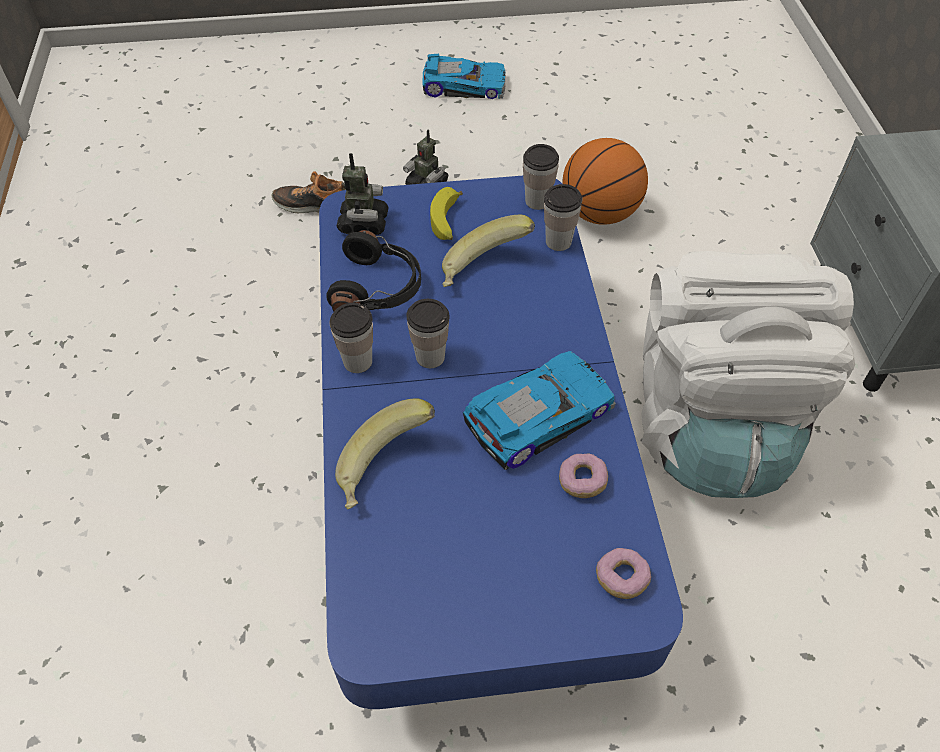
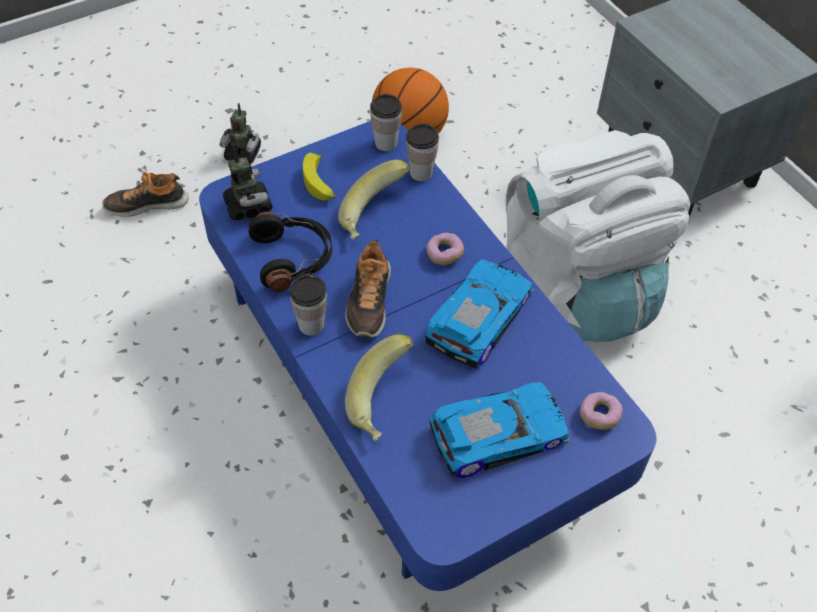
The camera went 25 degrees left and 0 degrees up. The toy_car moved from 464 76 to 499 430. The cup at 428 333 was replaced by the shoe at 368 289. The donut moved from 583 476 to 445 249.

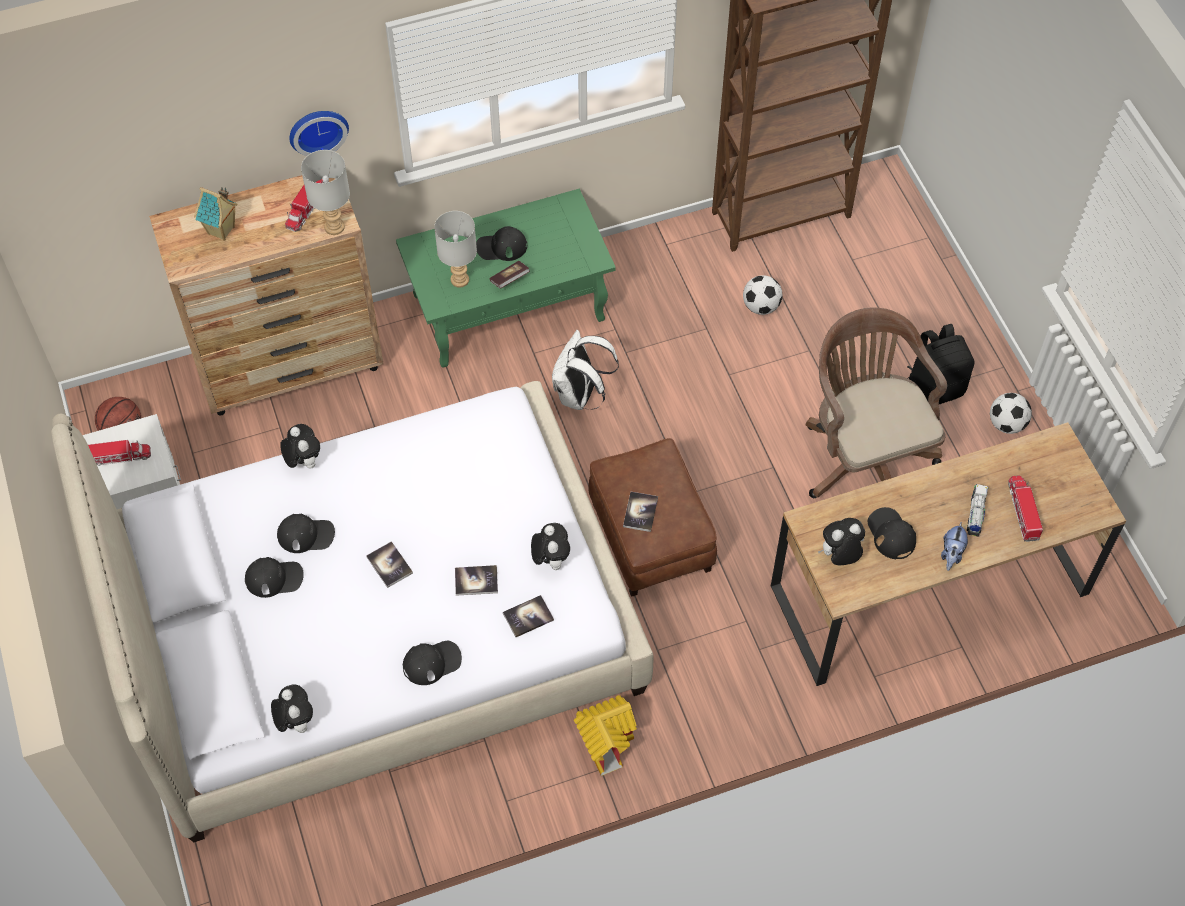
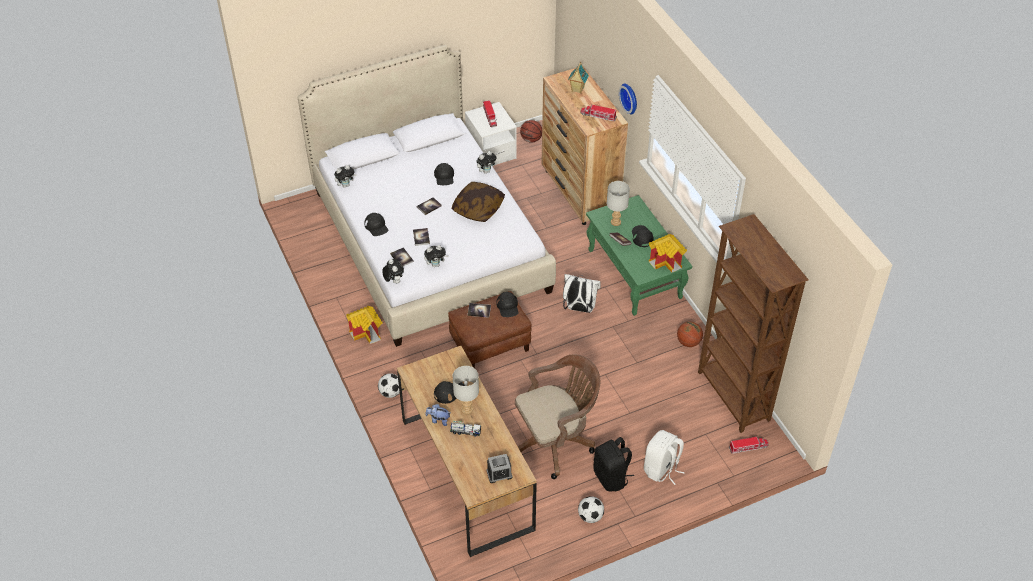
The camera went 85 degrees right and 10 degrees down. The grey_table_lamp moved from 325 192 to 465 390. The football moved from 762 295 to 389 385. The toy_truck moved from 1025 508 to 749 445. The plush_toy moved from 841 541 to 393 271. The black_cap moved from 274 577 to 507 304. The pillow at 478 202 appeared. The toy_house at 668 253 appeared. The basketball at 690 334 appeared. The white_backpack at 664 457 appeared. The alarm_clock at 499 468 appeared.

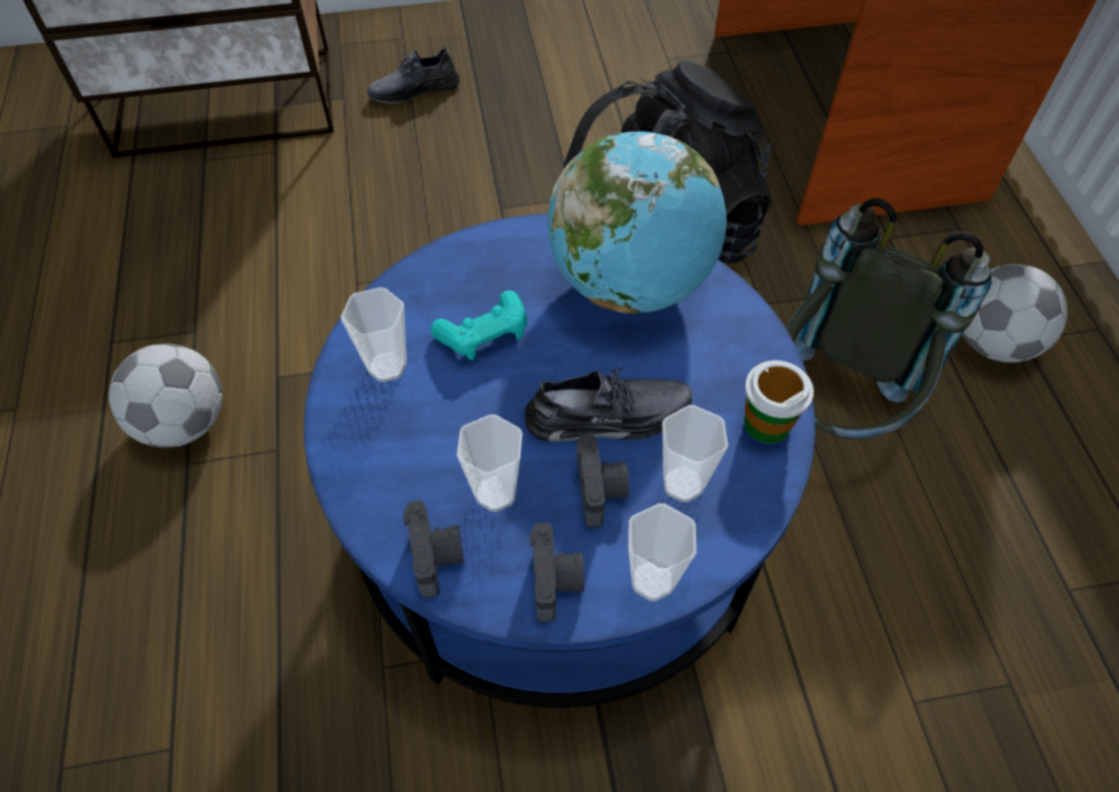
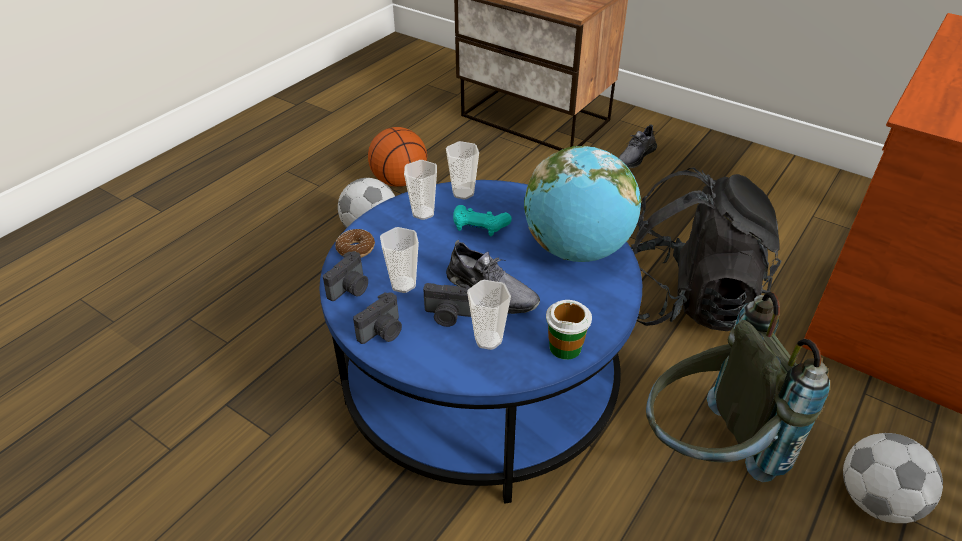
The camera went 45 degrees right and 15 degrees down. The grey_shoe at 413 75 turned 75 degrees counterclockwise. The photo_camera at 602 481 turned 60 degrees clockwise. The cup moved from 662 552 to 462 170. The basketball at 397 157 appeared. The donut at 355 243 appeared.

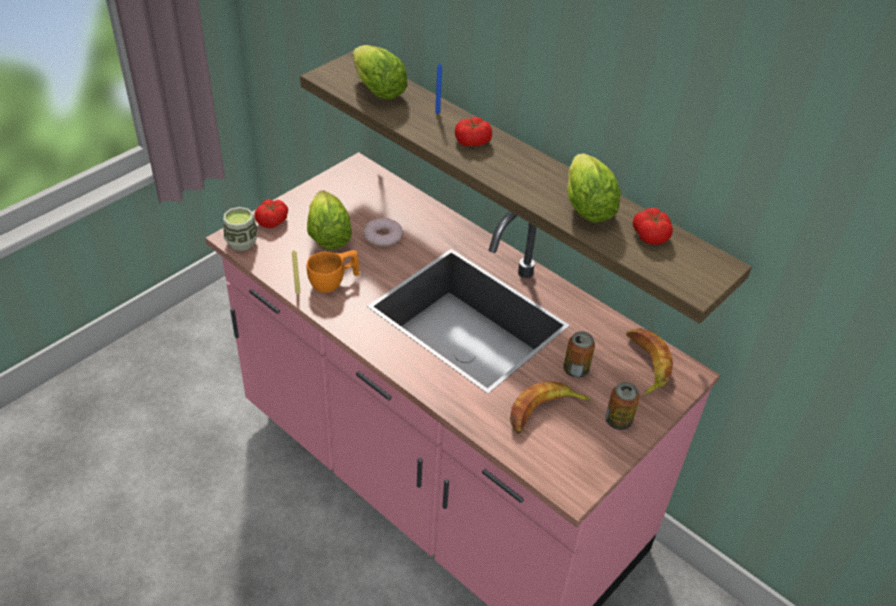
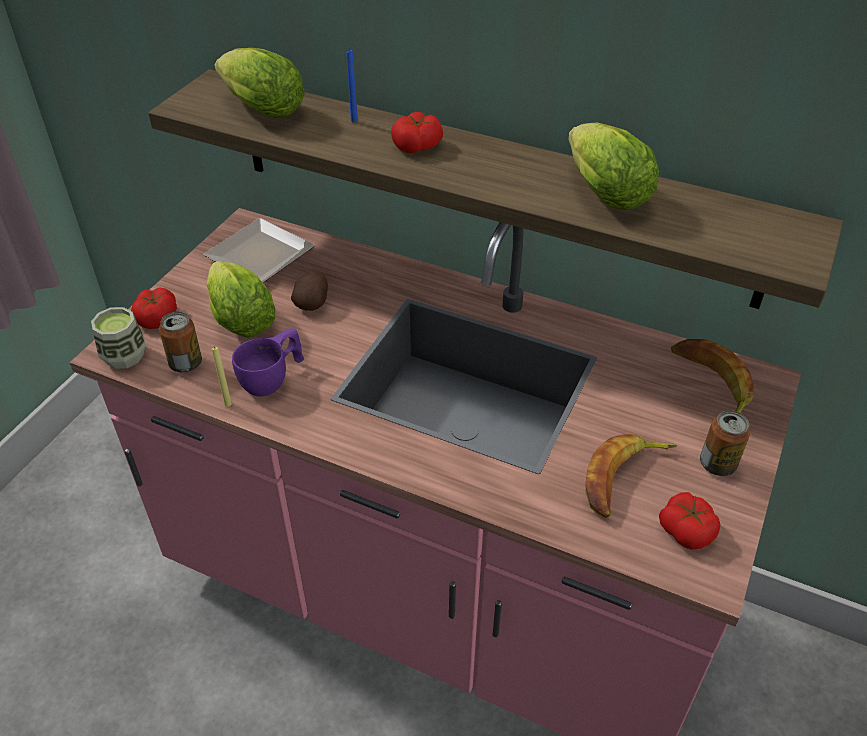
The camera went 15 degrees left and 0 degrees up. The tomato moved from 653 226 to 689 521. The donut at 383 232 was replaced by the potato at 309 291. The orange_cup at 333 271 became the purple_cup at 268 362. The can moved from 579 354 to 180 342. The plate at 259 250 appeared.

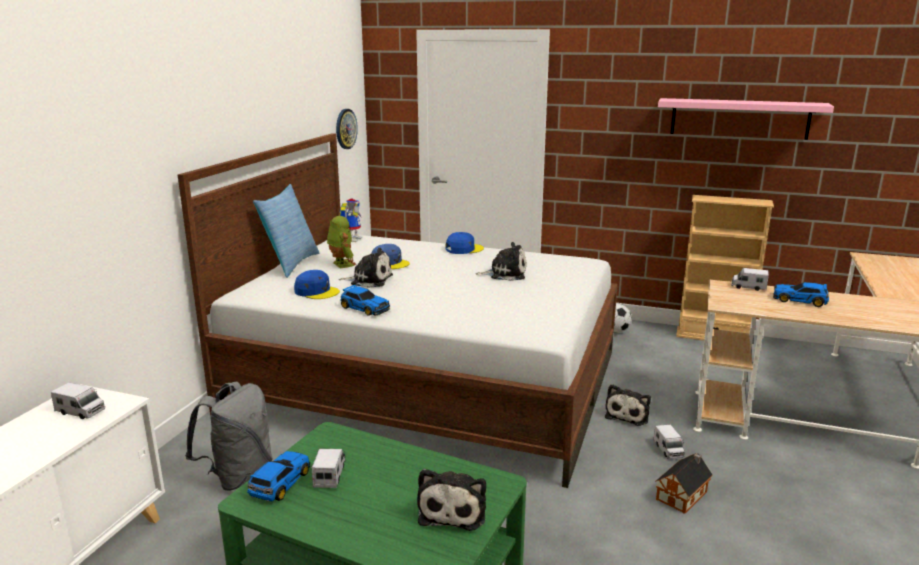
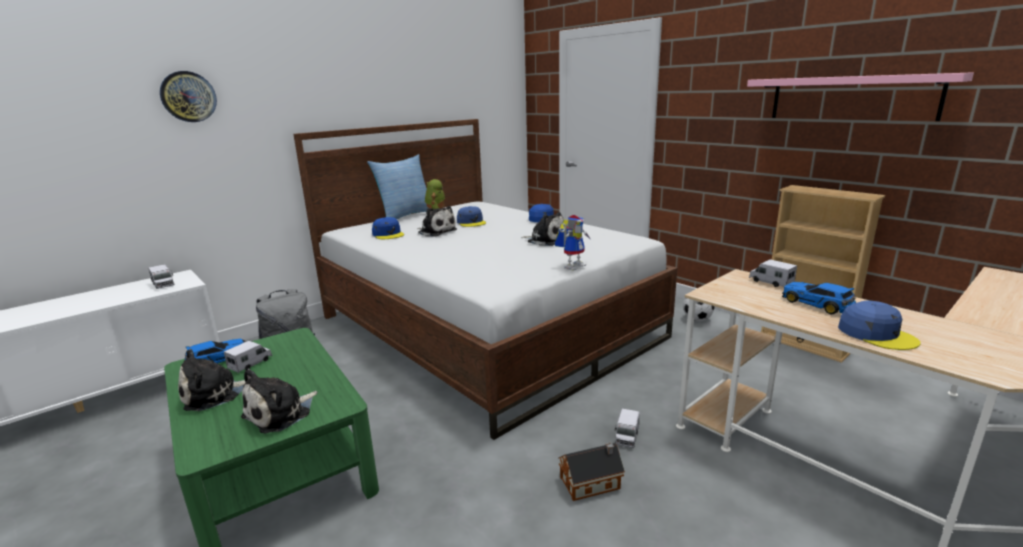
The camera went 30 degrees right and 0 degrees up. The wall_clock moved from 347 129 to 188 96. The toy_robot moved from 350 220 to 573 243. The toy_car at 365 300 disappeared. The plush_toy moved from 628 405 to 211 380. The blue_cap at 879 325 appeared.

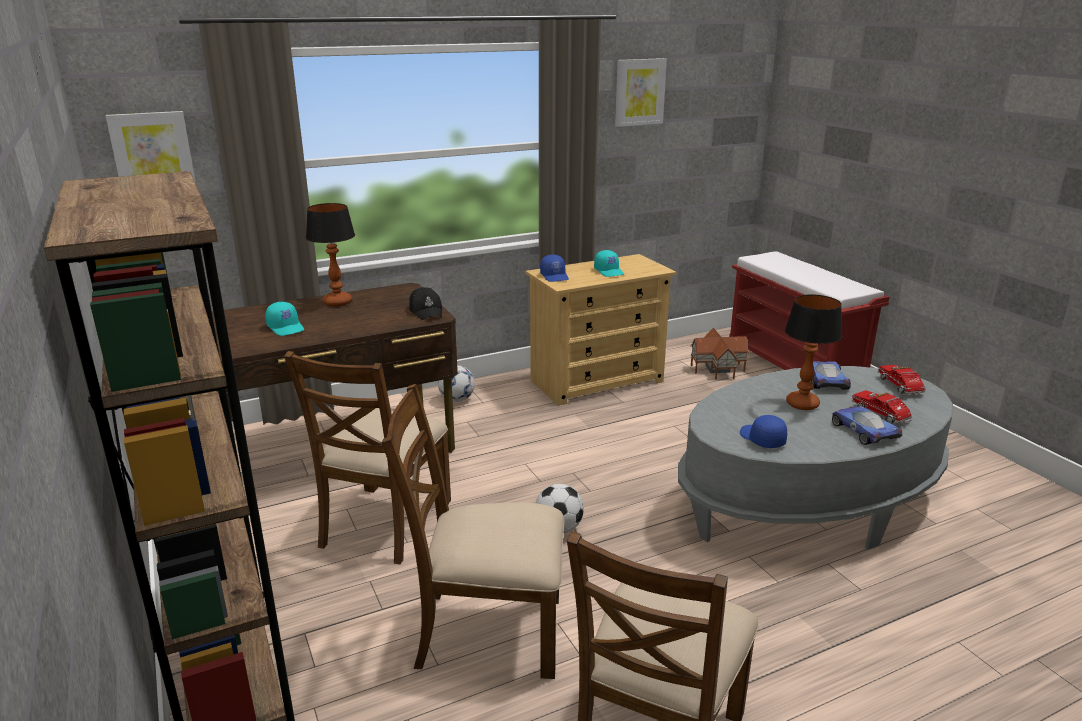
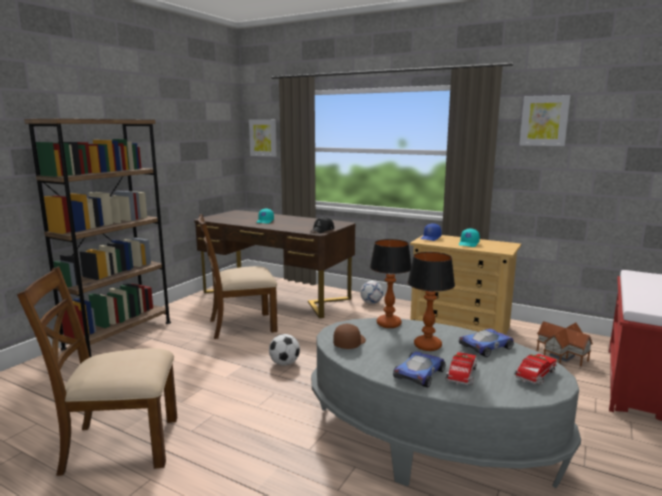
The camera went 55 degrees right and 10 degrees down. The table_lamp moved from 330 254 to 390 283. The brown_chair at 473 531 disappeared. The blue_cap at 763 431 became the brown_cap at 349 336.

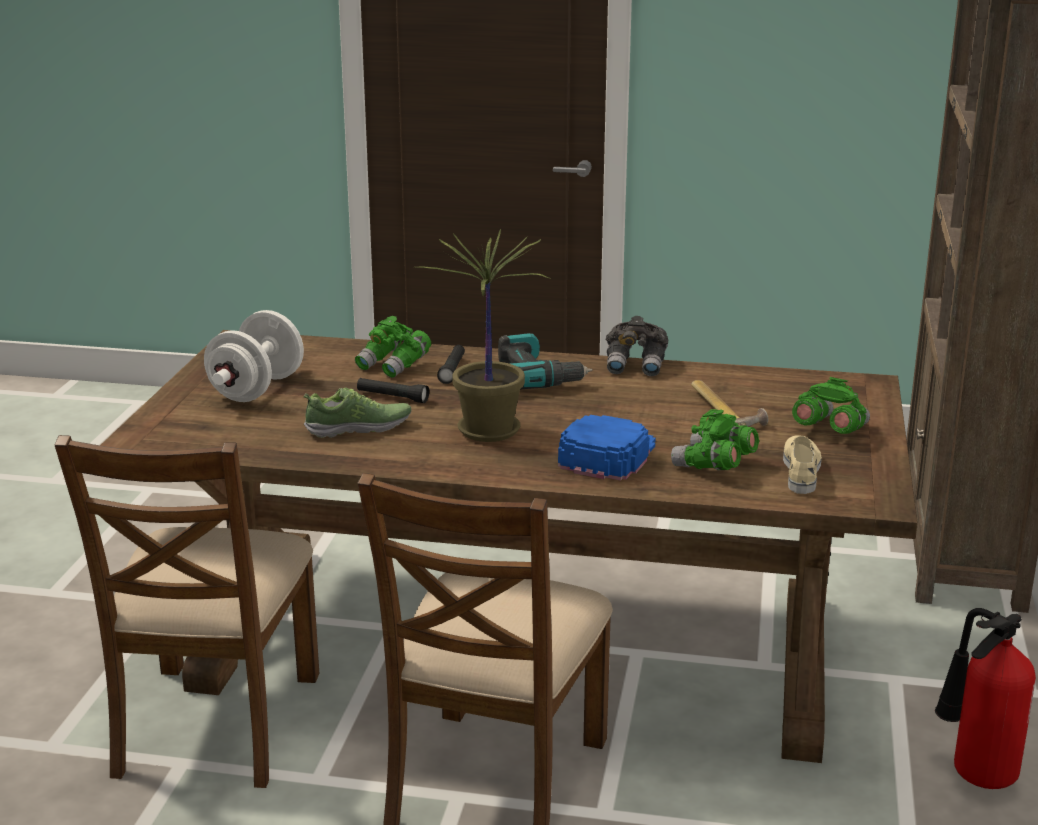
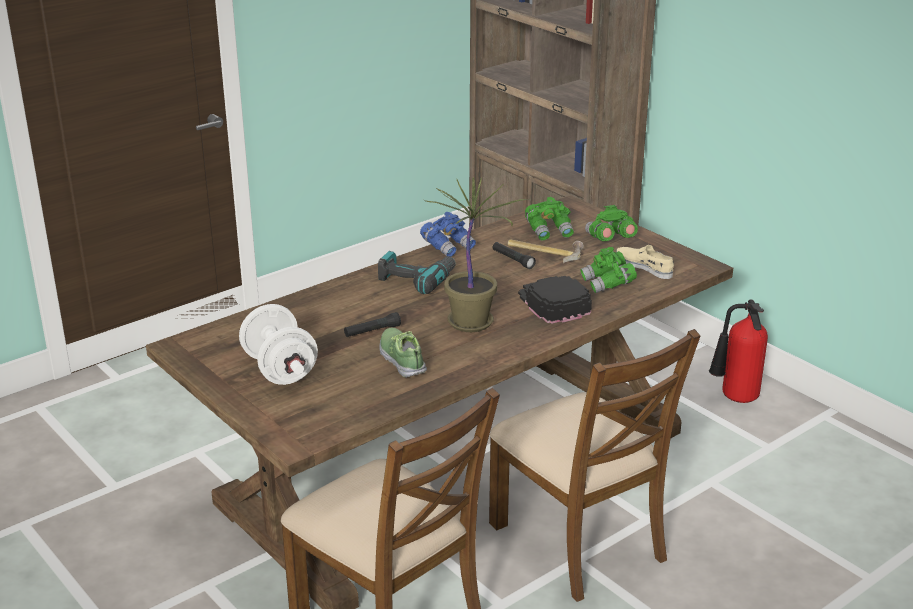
The camera went 50 degrees left and 5 degrees up. The green_binoculars moved from 393 347 to 549 219. The grey_binoculars at 637 346 became the blue_binoculars at 448 234. The black_flashlight moved from 451 364 to 514 255. The shoe at 357 413 turned 45 degrees counterclockwise. The blue_cap at 607 448 became the black_cap at 555 300.

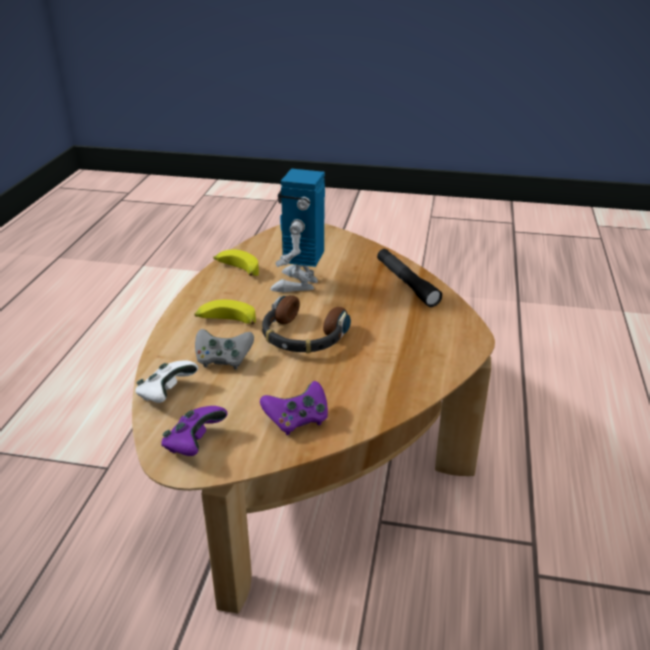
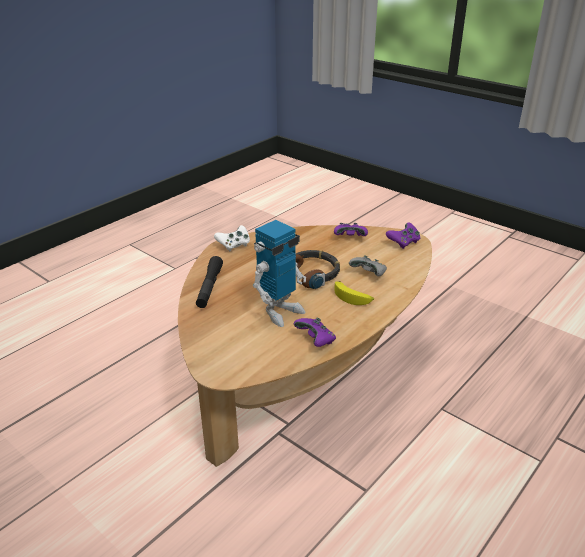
The camera went 150 degrees left and 0 degrees up. The banana at 236 262 was replaced by the purple_game_controller at 315 332. The white_game_controller moved from 166 381 to 232 238.

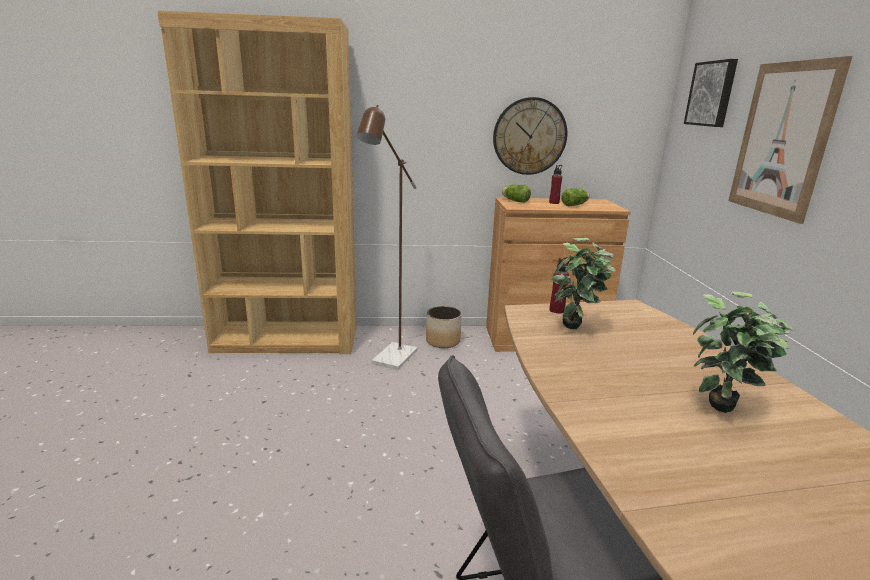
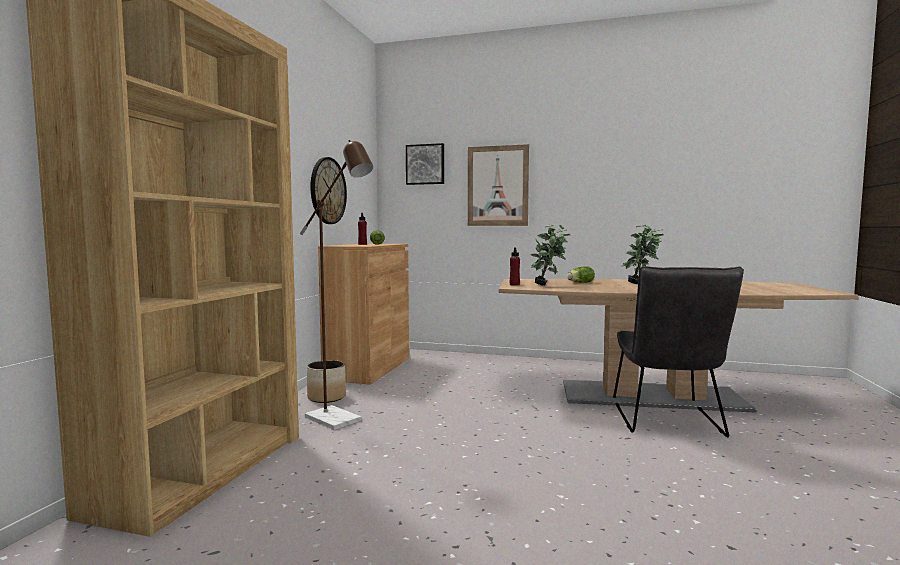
The camera went 70 degrees left and 15 degrees down. The lettuce moved from 516 194 to 581 274.

